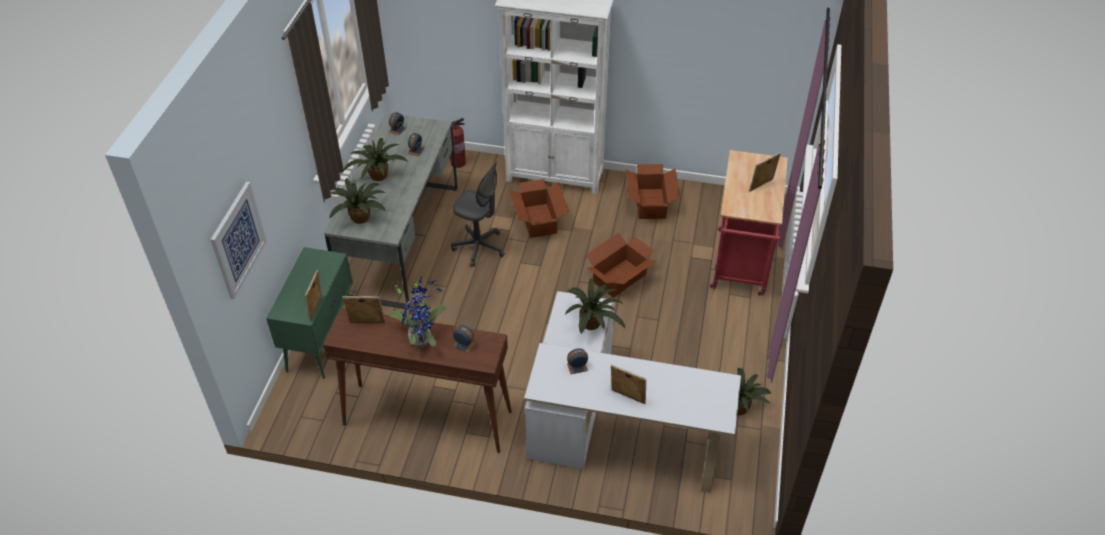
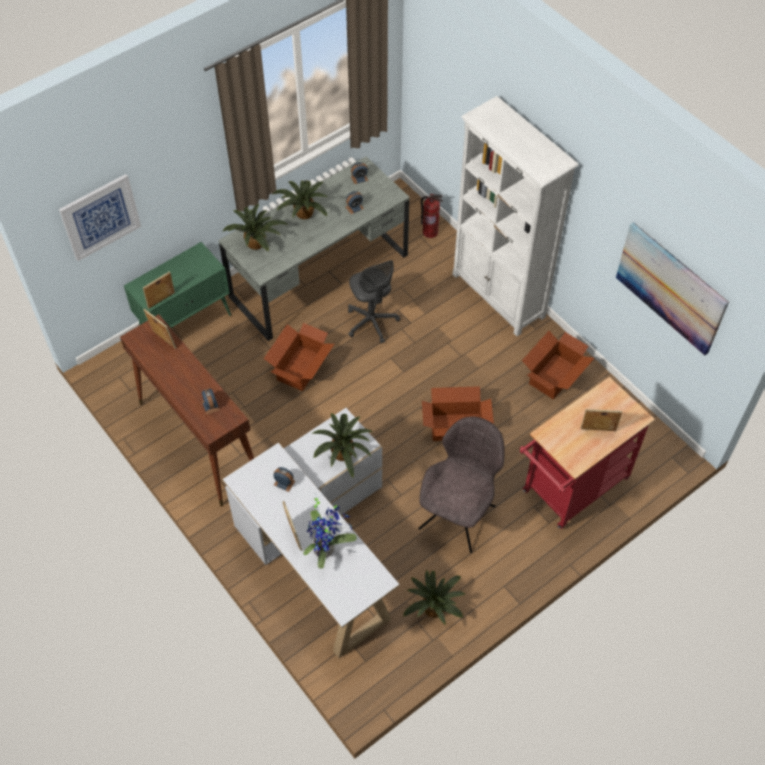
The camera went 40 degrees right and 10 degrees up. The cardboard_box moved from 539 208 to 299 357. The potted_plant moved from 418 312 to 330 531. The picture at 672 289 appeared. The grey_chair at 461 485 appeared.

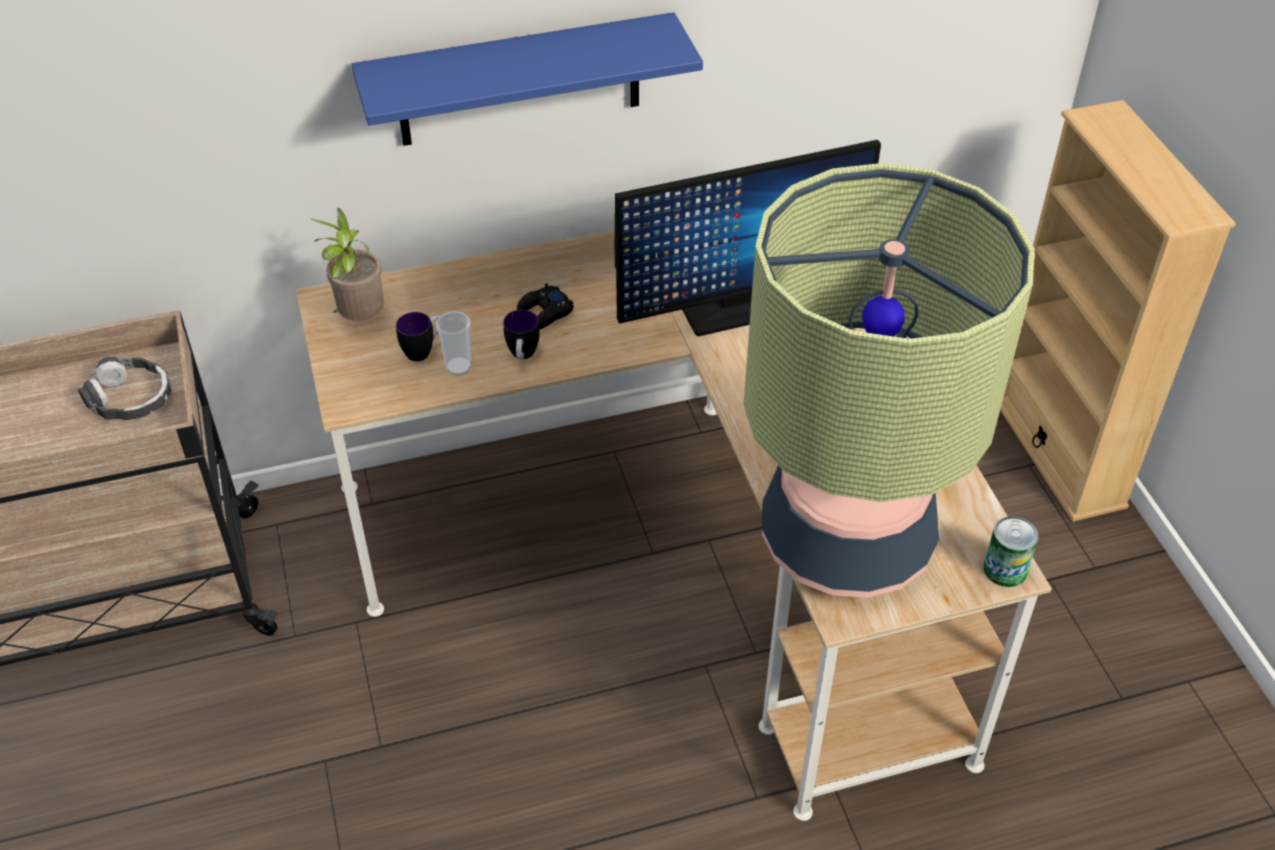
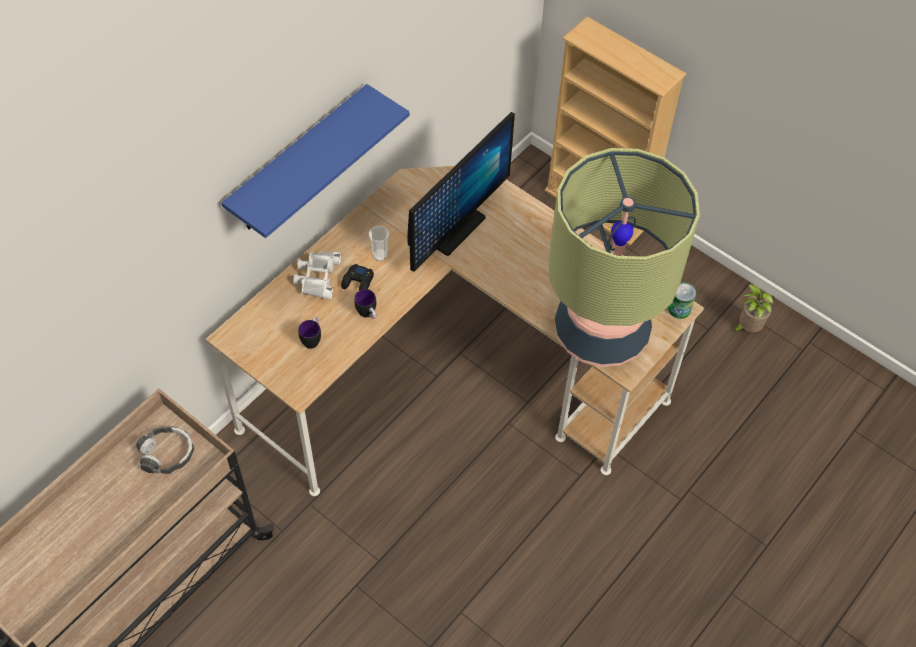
The camera went 35 degrees left and 10 degrees up. The potted_plant moved from 347 264 to 753 308. The cup moved from 454 343 to 379 243. The white_binoculars at 317 276 appeared.

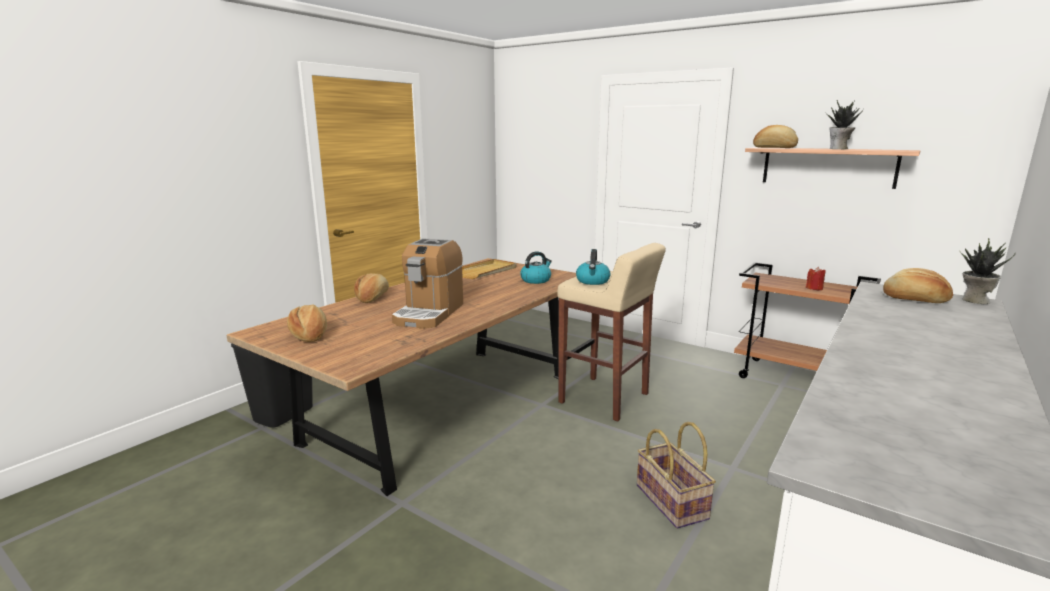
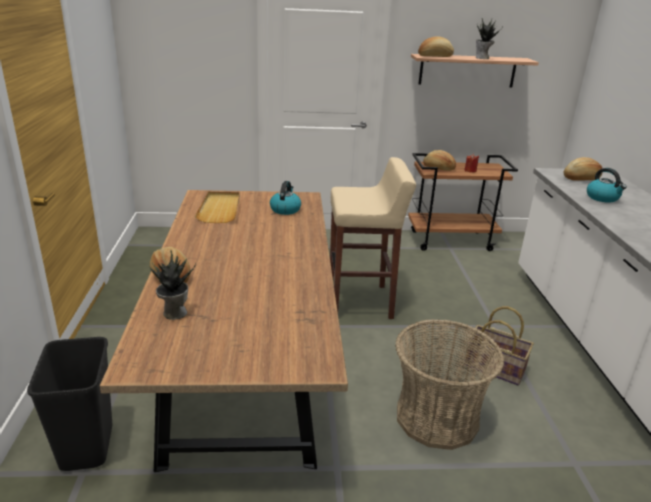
The camera went 40 degrees left and 10 degrees up. The coffee_machine at 427 283 disappeared. The potted_plant moved from 987 271 to 173 285. The kettle moved from 593 267 to 607 185. The bread moved from 307 323 to 439 160. The basket at 450 384 appeared.

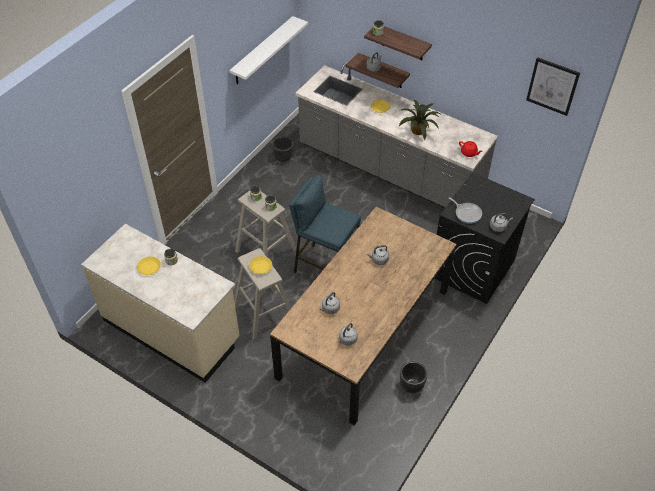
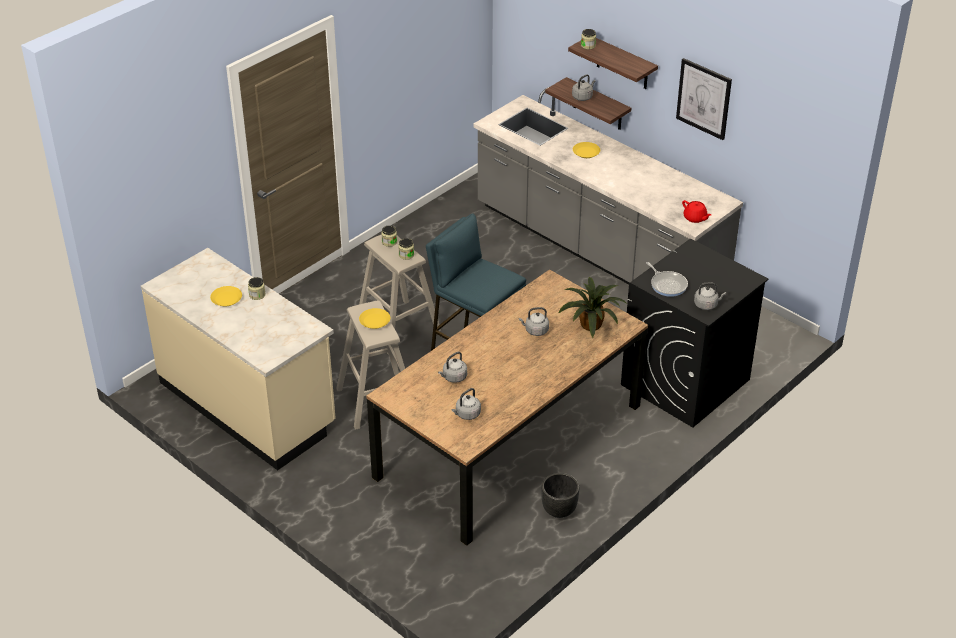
The camera went 10 degrees right and 10 degrees down. The white_shelf at 269 50 disappeared. The picture moved from 553 86 to 704 99. The potted_plant moved from 419 120 to 592 307. The black_planter at 283 149 disappeared.

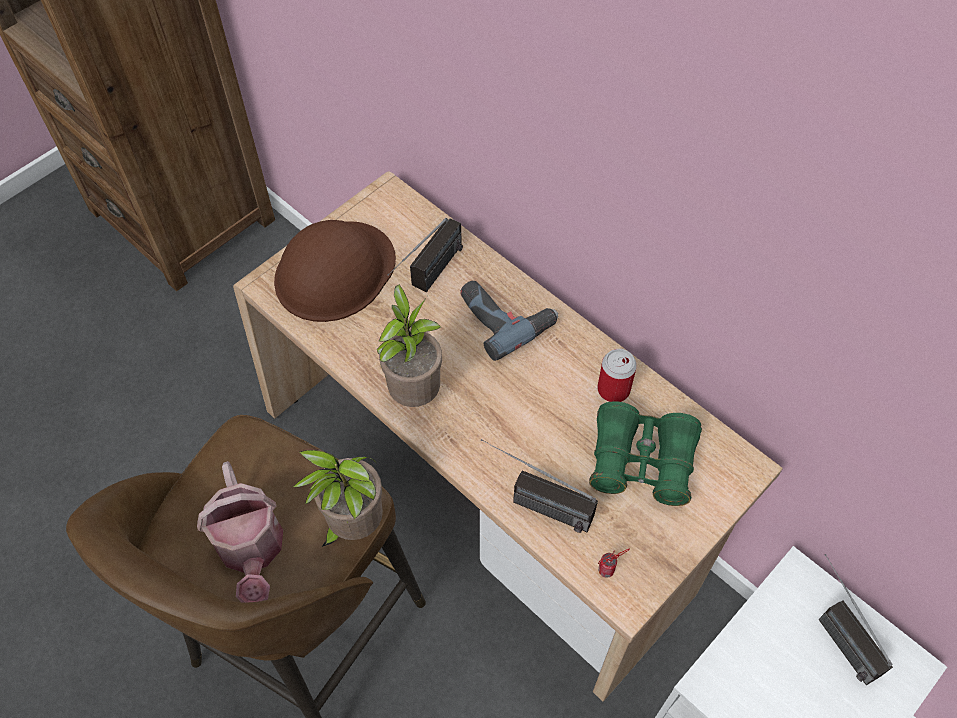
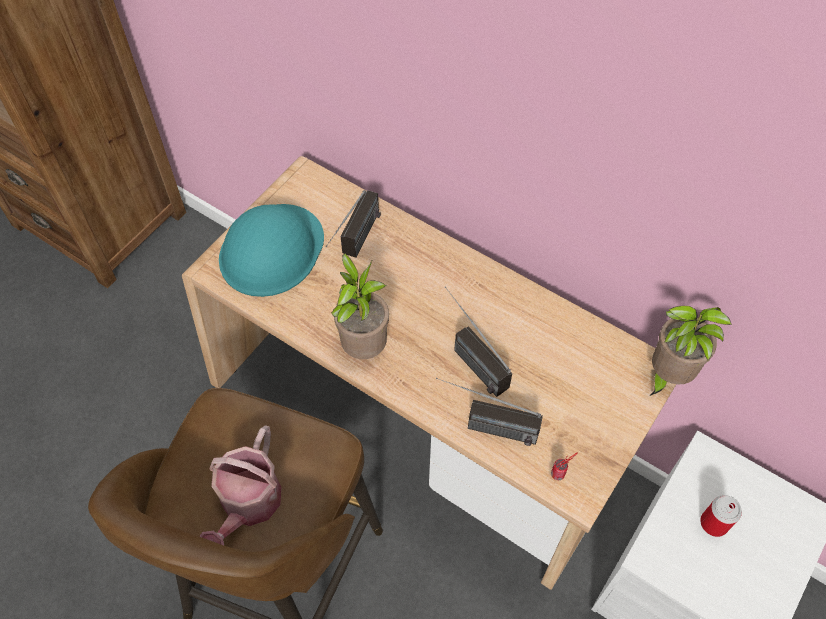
The camera went 10 degrees left and 0 degrees up. The brown_hard_hat at 335 271 became the turquoise_hard_hat at 271 250. The power_drill at 509 321 disappeared. The can moved from 617 375 to 721 516. The green_binoculars at 645 453 disappeared. The potted_plant moved from 338 498 to 691 351. The watering_can at 240 532 turned 45 degrees clockwise. The radio moved from 856 619 to 478 341.

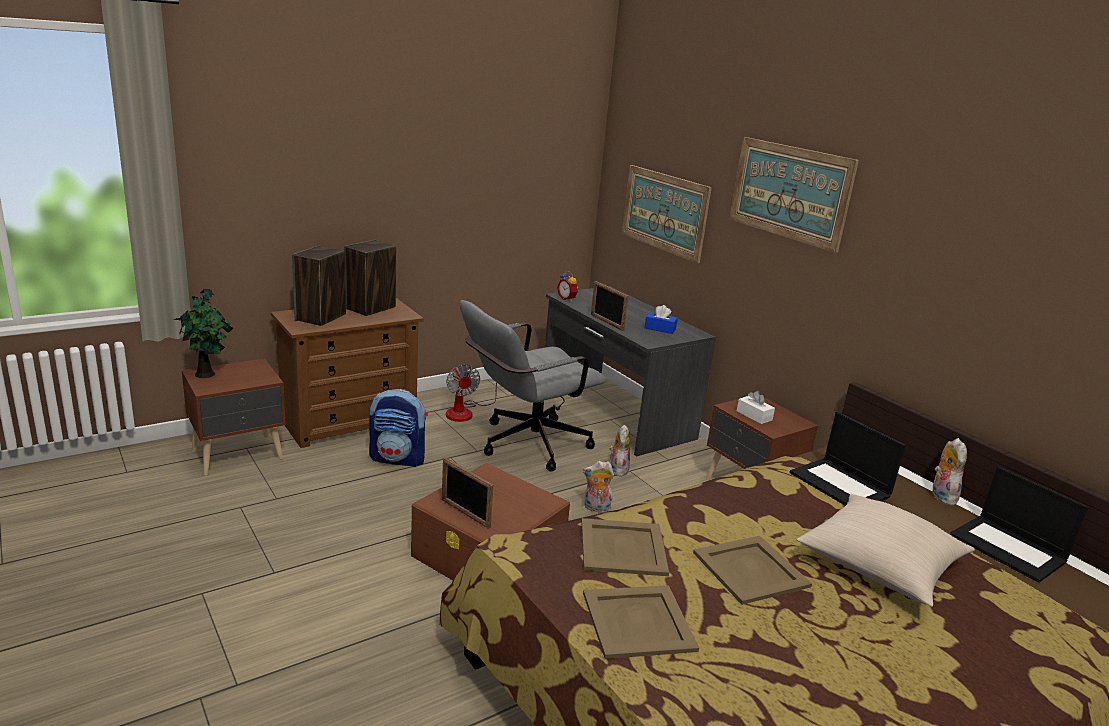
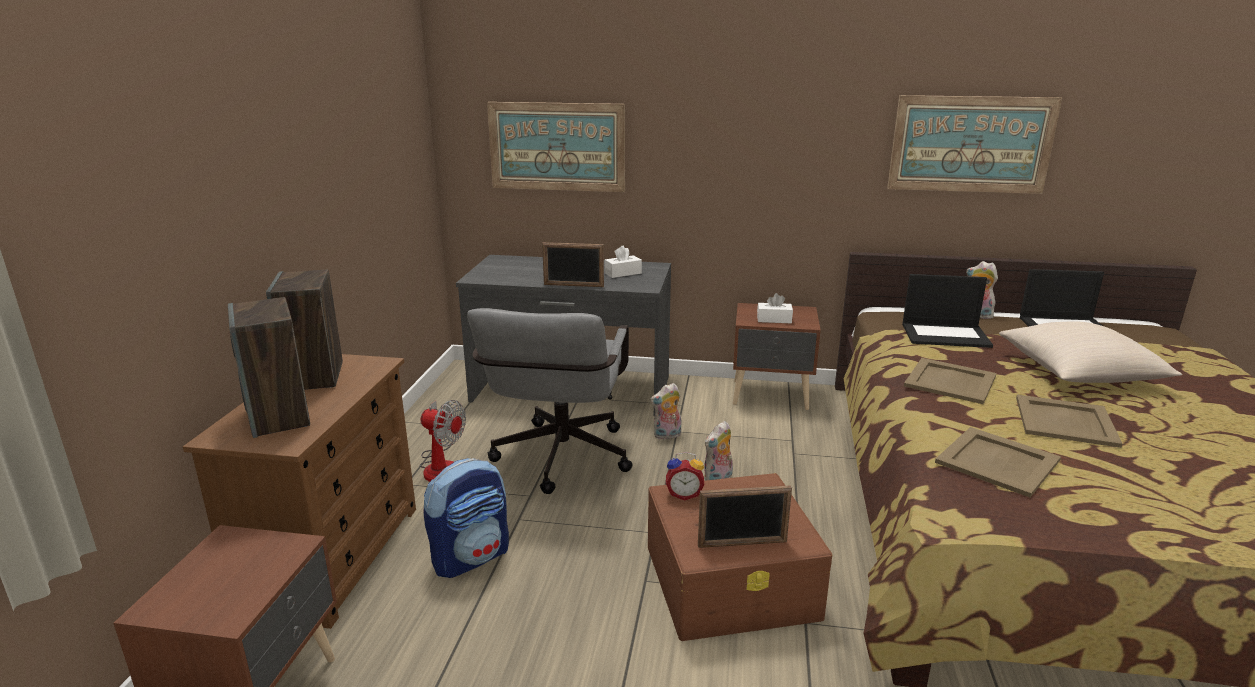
The camera went 45 degrees left and 0 degrees up. The picture moved from 794 195 to 974 144. The alarm_clock moved from 567 286 to 685 476. The potted_plant at 203 333 disappeared. The blue_tissue_box at 661 319 became the white_tissue_box at 623 262. The plush_toy at 619 450 turned 75 degrees counterclockwise. The beige_tray moved from 641 622 to 950 381.

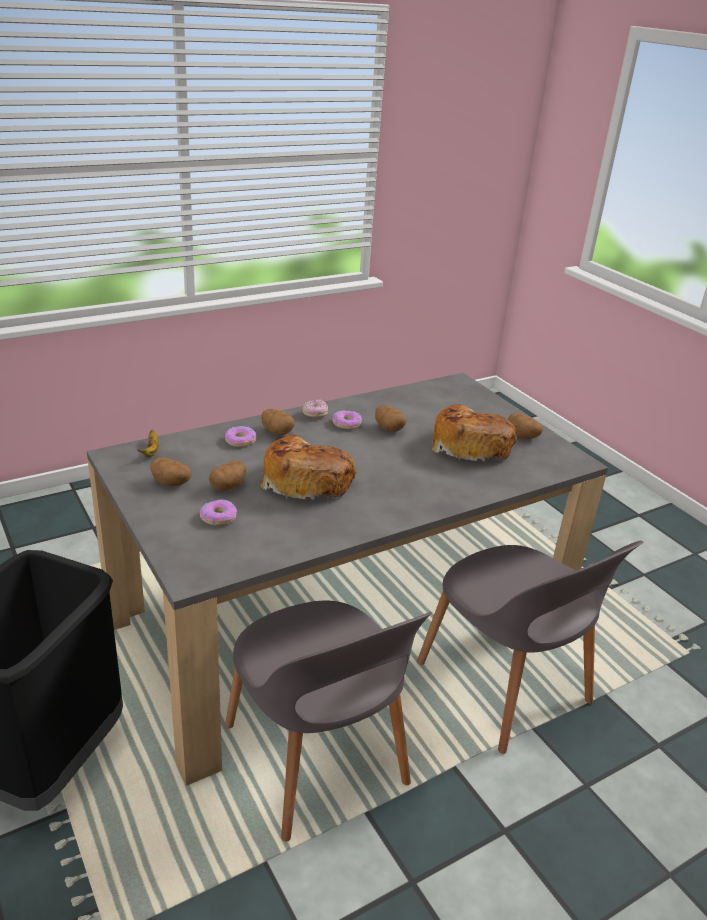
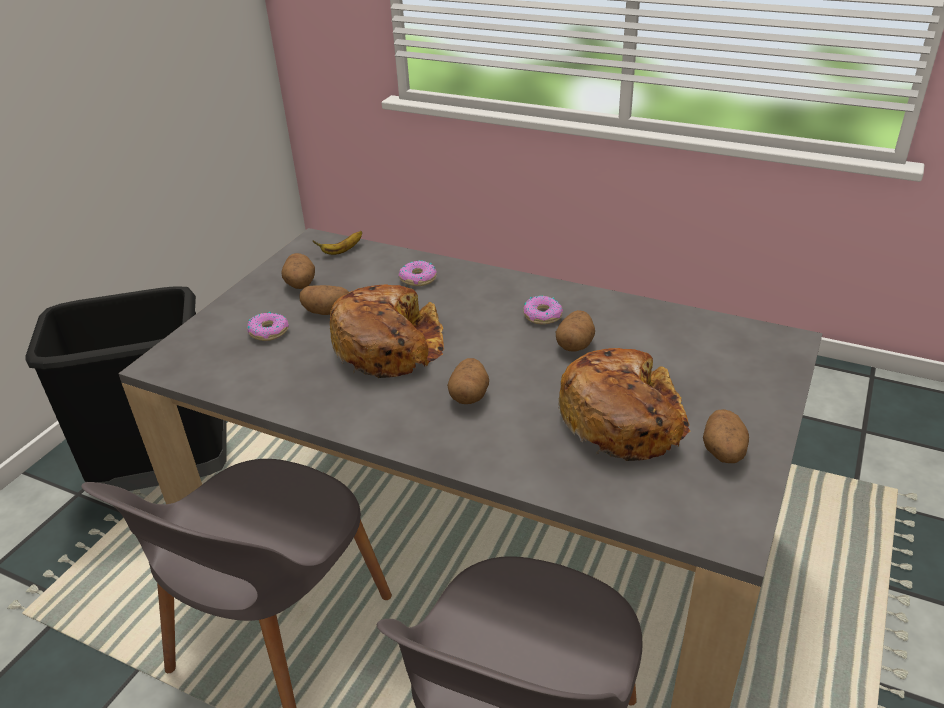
The camera went 60 degrees right and 5 degrees up. The donut at 315 408 disappeared. The potato moved from 278 422 to 468 381.

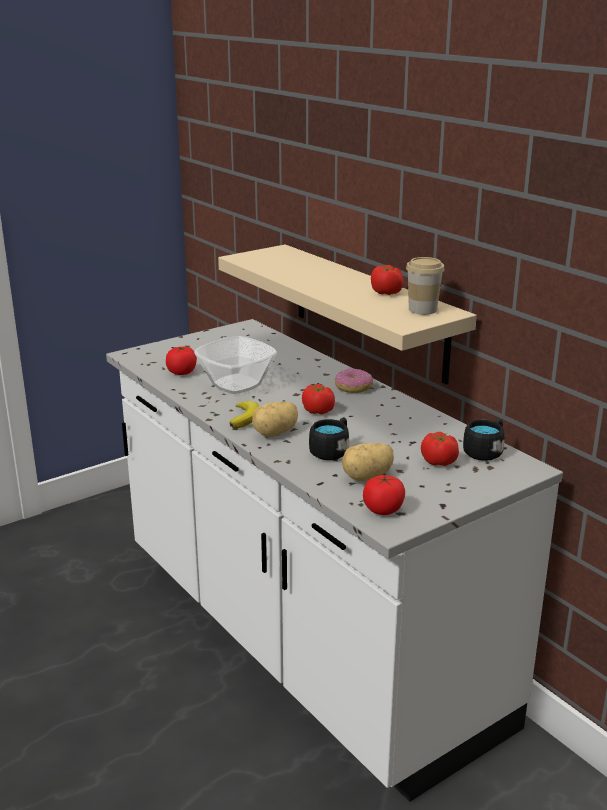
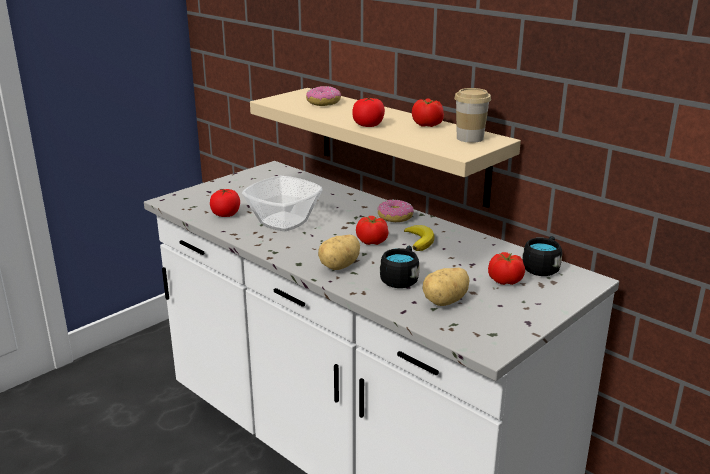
The camera went 10 degrees left and 0 degrees up. The banana moved from 244 414 to 419 238. The tomato moved from 384 495 to 368 112. The donut at 323 96 appeared.

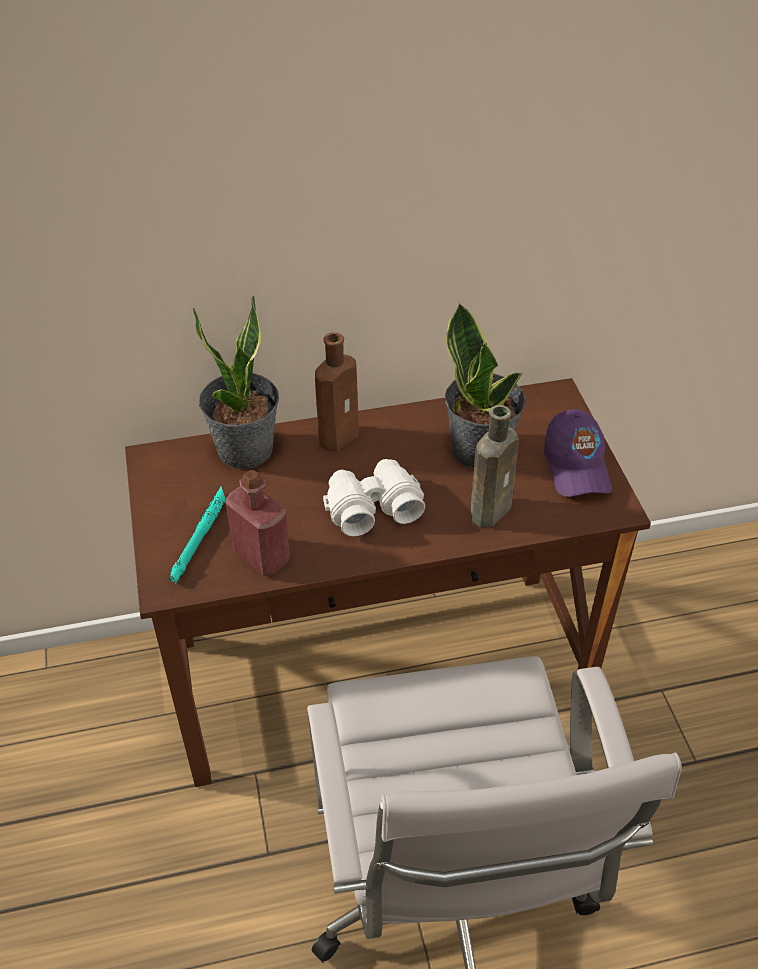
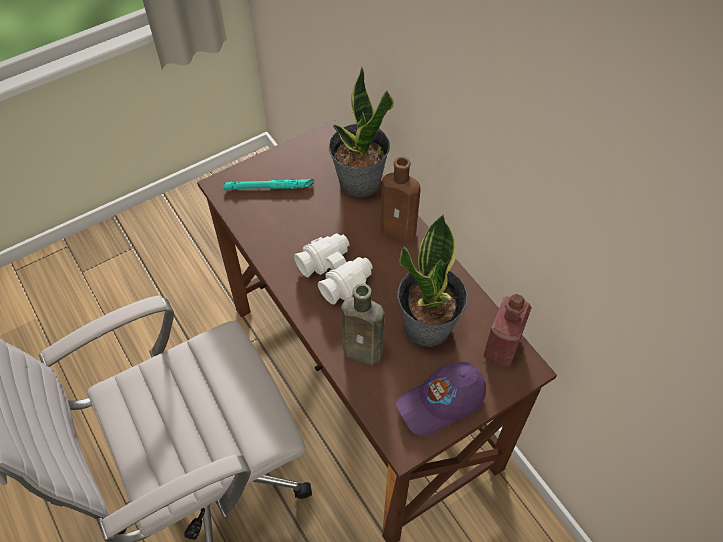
The camera went 70 degrees right and 10 degrees up. The red_bottle moved from 257 523 to 507 330.

